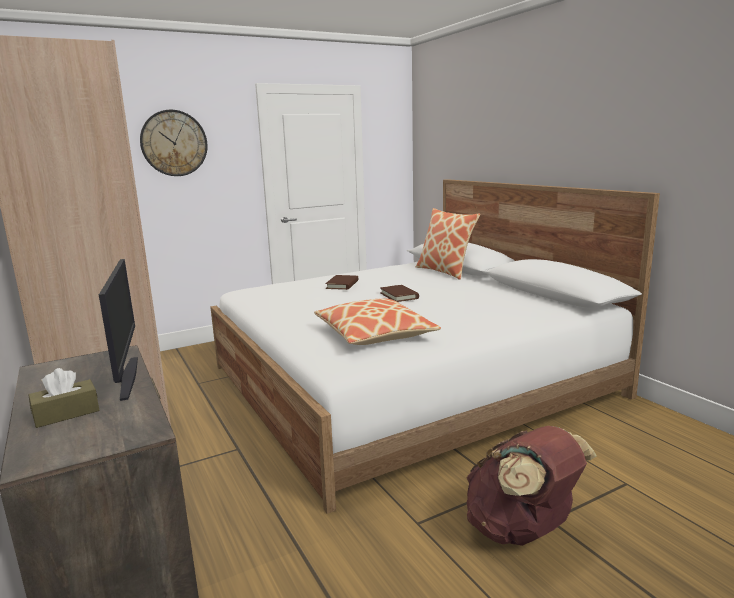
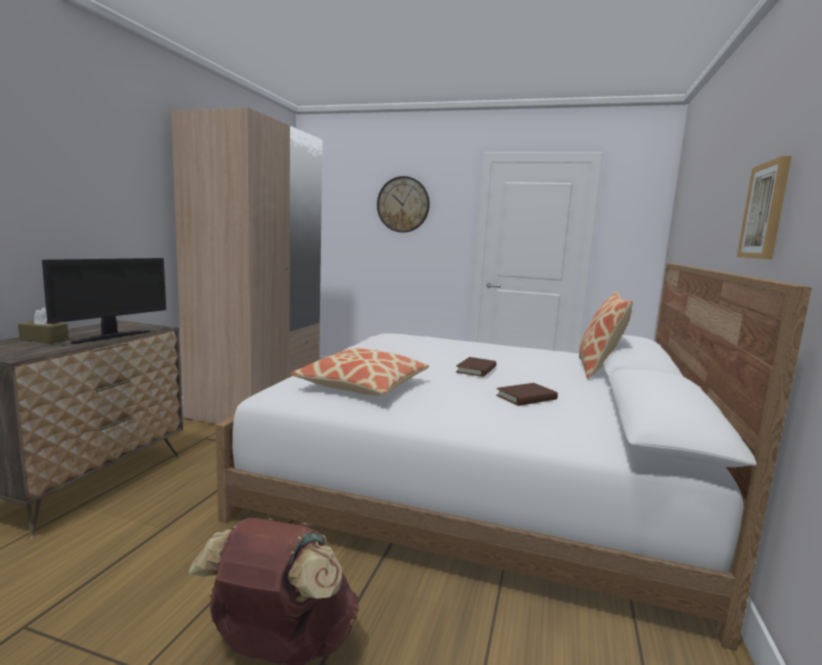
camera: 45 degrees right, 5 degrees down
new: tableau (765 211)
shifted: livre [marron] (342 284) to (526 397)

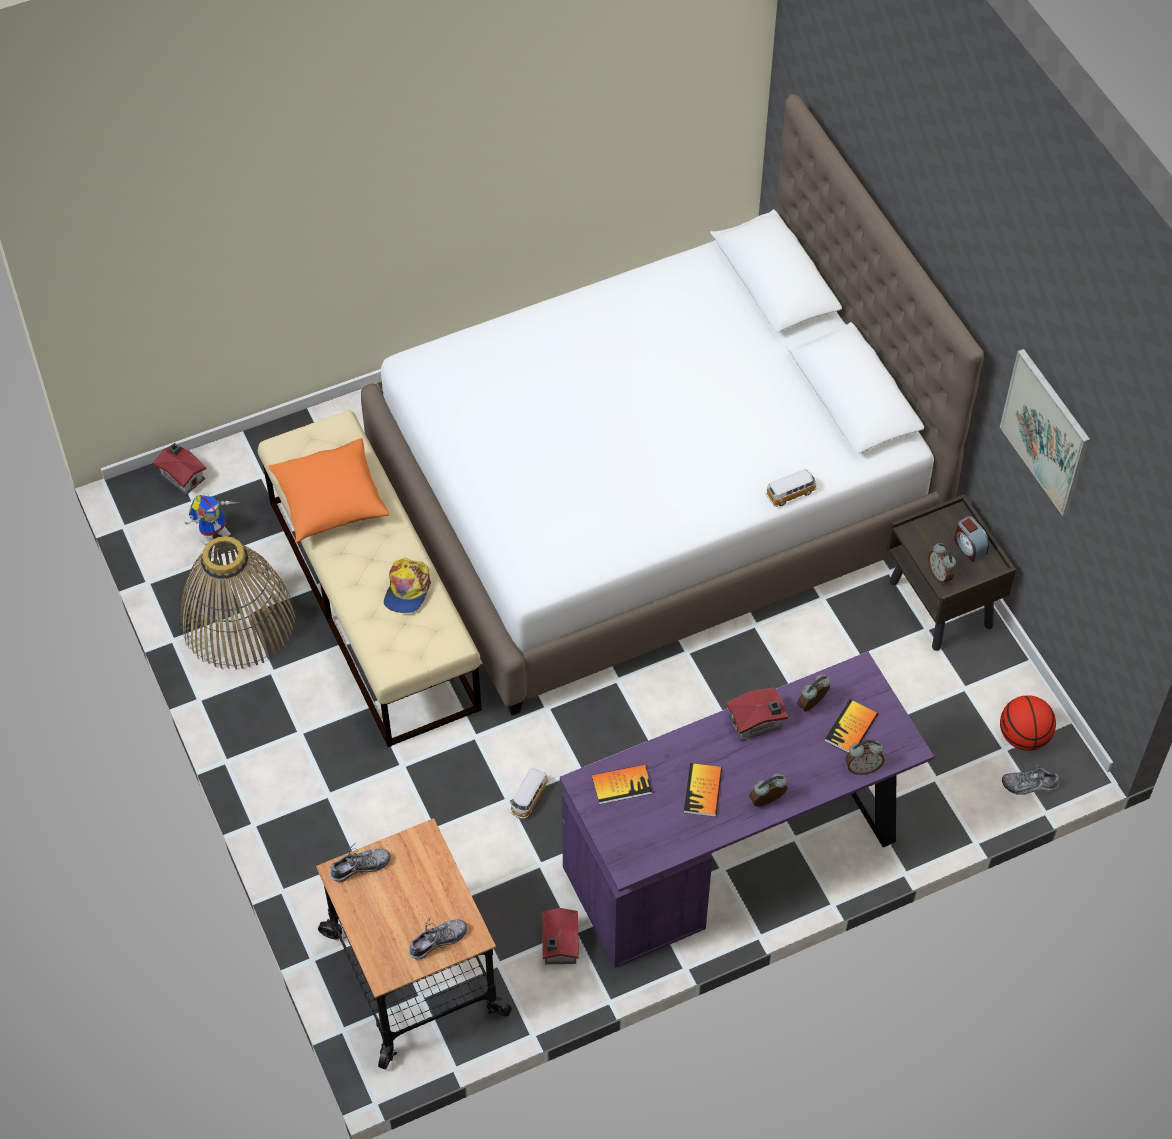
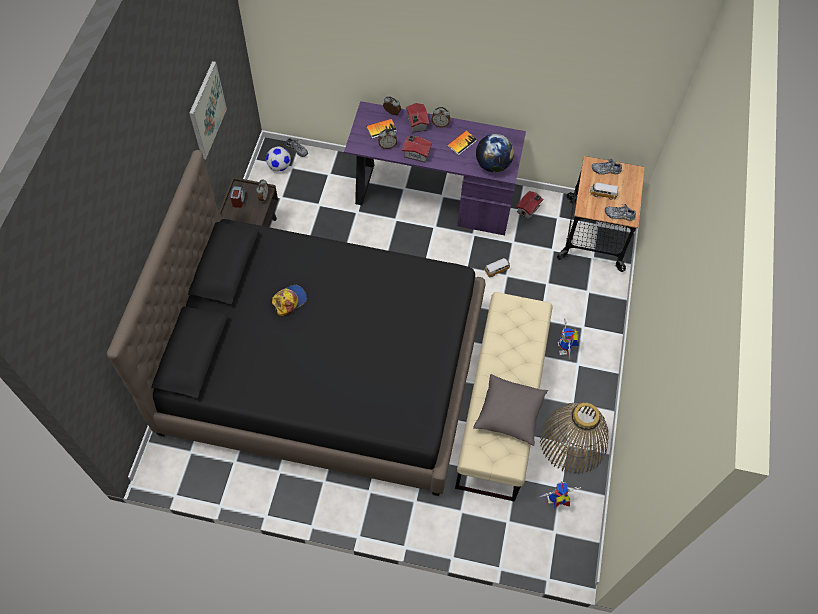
camera: 145 degrees left, 5 degrees up
new: robot jouet (565 349)
shifted: maison miniature (182 476) to (416 124); petite voiture (791 493) to (602 194); casquette (407 589) to (289 301)
swapped: ballon de basket (1023 736) to ballon de foot (279 166); livre (621 785) to globe (492 164)
repainted: lit [blanc] (653 497) to lit [noir] (324 368); coussin [orange] (330 502) to coussin [gris] (510 414)

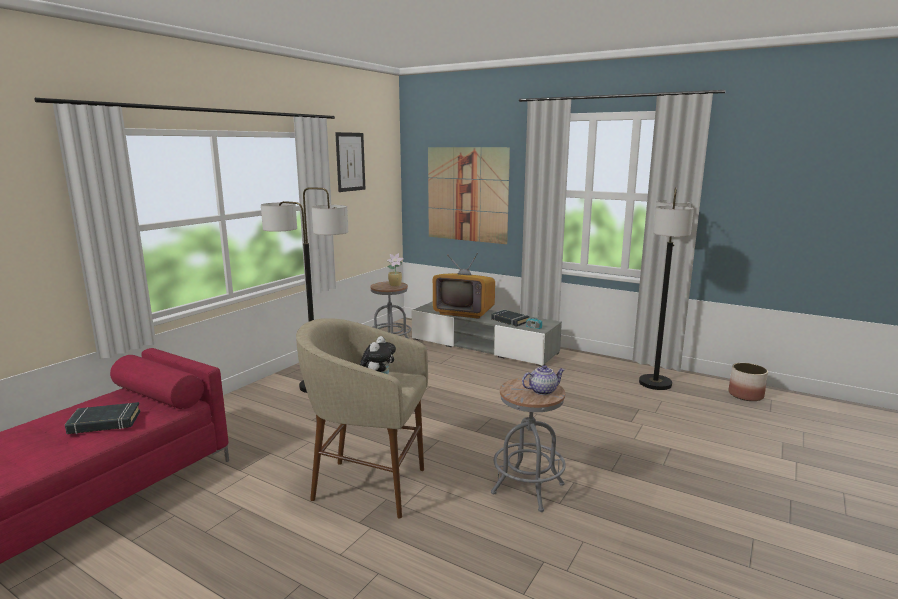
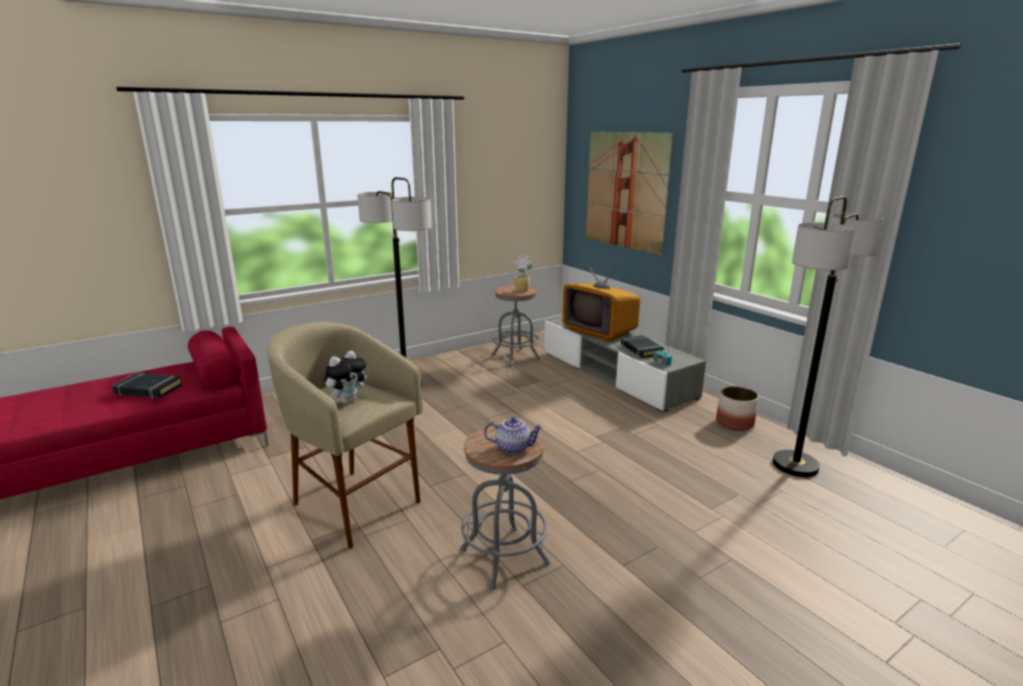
camera: 25 degrees right, 5 degrees up
gone: tableau (350 162)
shifted: cache-pot (745 395) to (734 423)

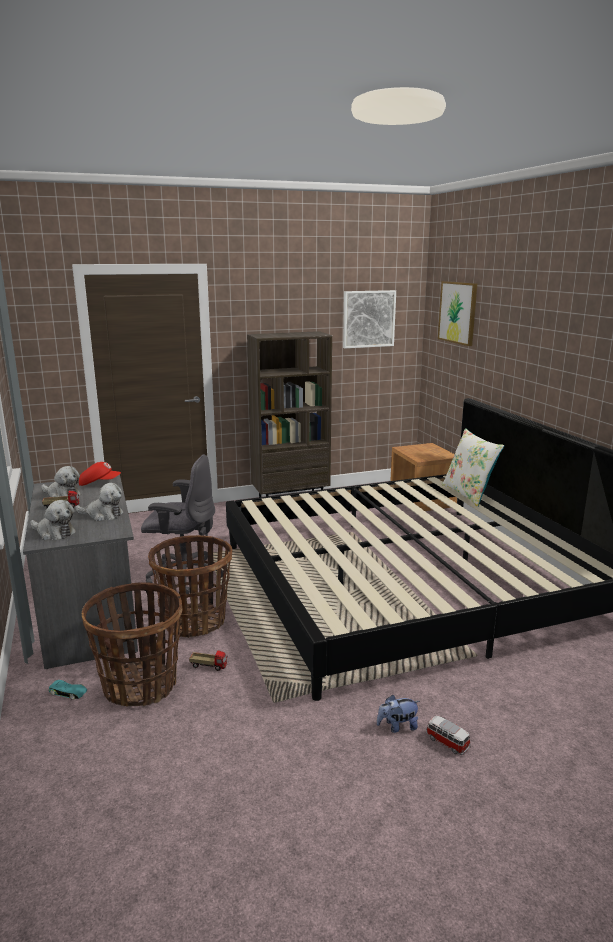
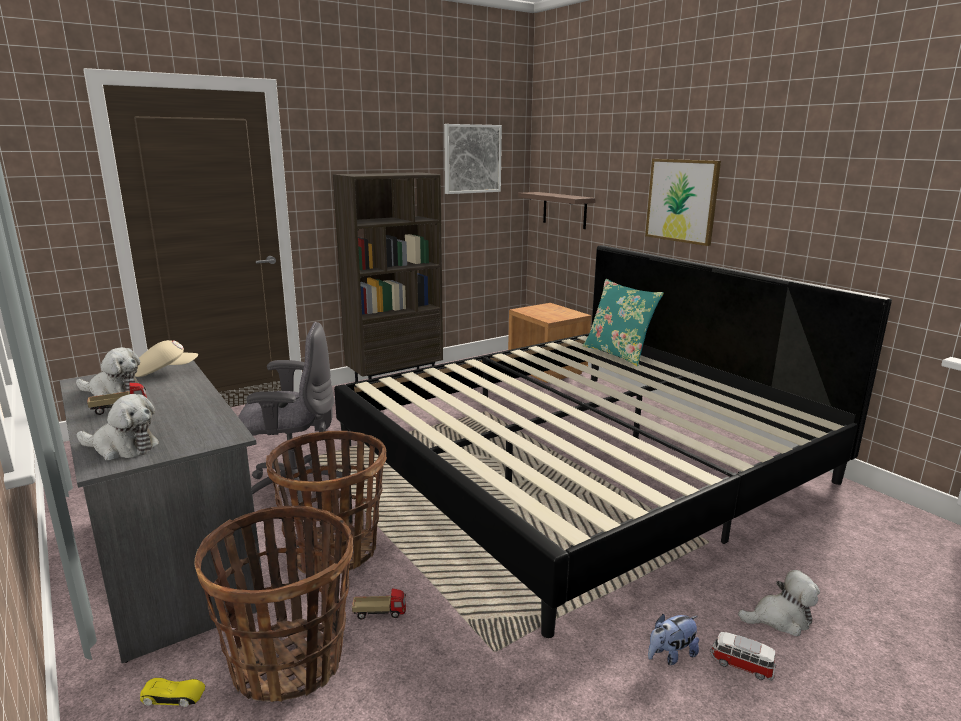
camera: 15 degrees left, 0 degrees up
new: étagère (564 210)
shifted: tableau (458 312) to (682 200); peluche (103 515) to (780 619)
repainted: coussin [blanc] (468 494) to coussin [turquoise] (618 354); casquette [rouge] (99 483) to casquette [beige] (166 372); petite voiture [turquoise] (68 692) to petite voiture [jaune] (174 696)

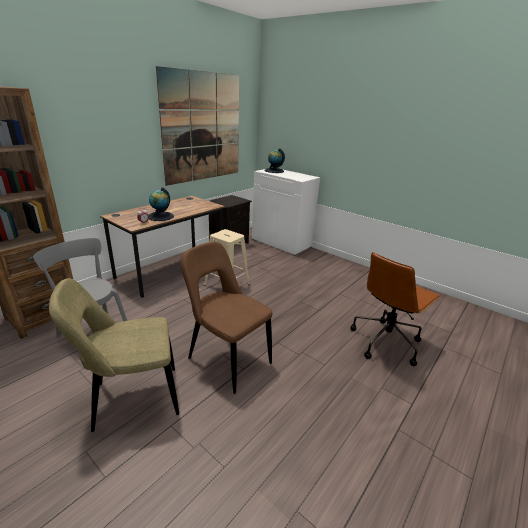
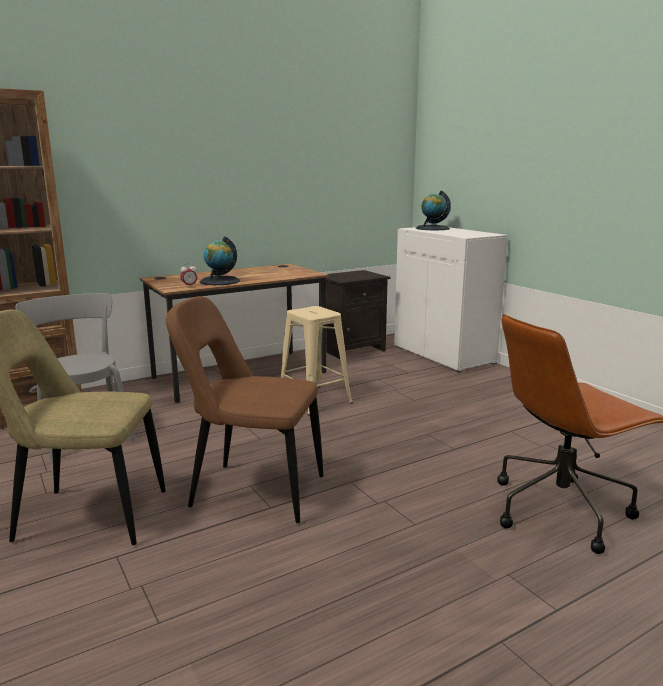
camera: 20 degrees right, 10 degrees down
gone: tableau (203 128)
rotated: chaise [marron] (226 359) = (251 491) 45 degrees counterclockwise

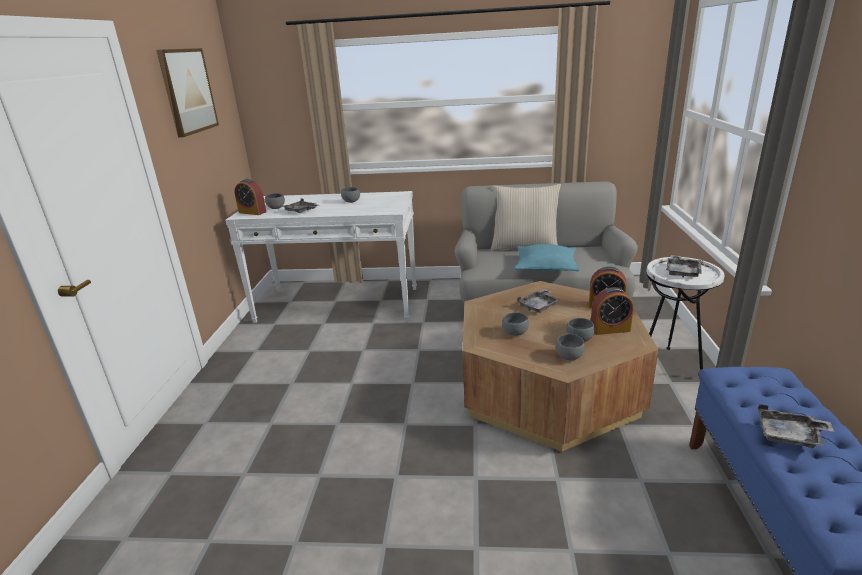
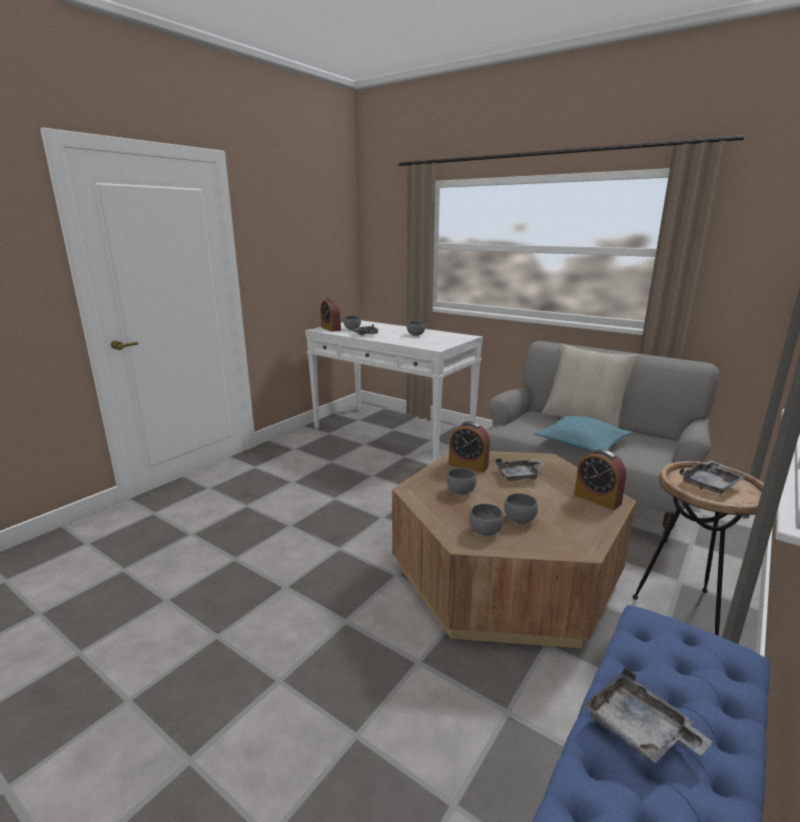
camera: 30 degrees right, 5 degrees down
gone: tableau (187 91)
shifted: réveil (610 329) to (468 465)
repainted: table d'appoint [blanc] (669 365) to table d'appoint [marron] (684 610)

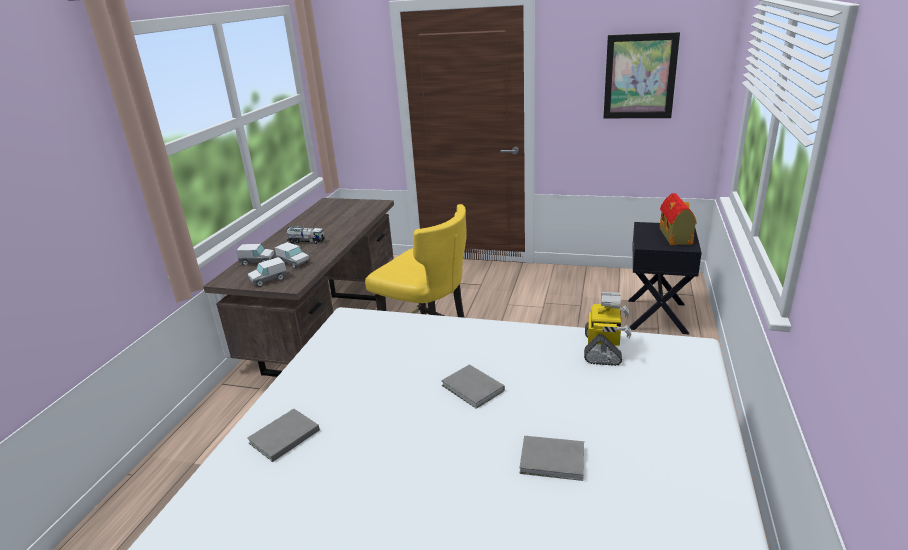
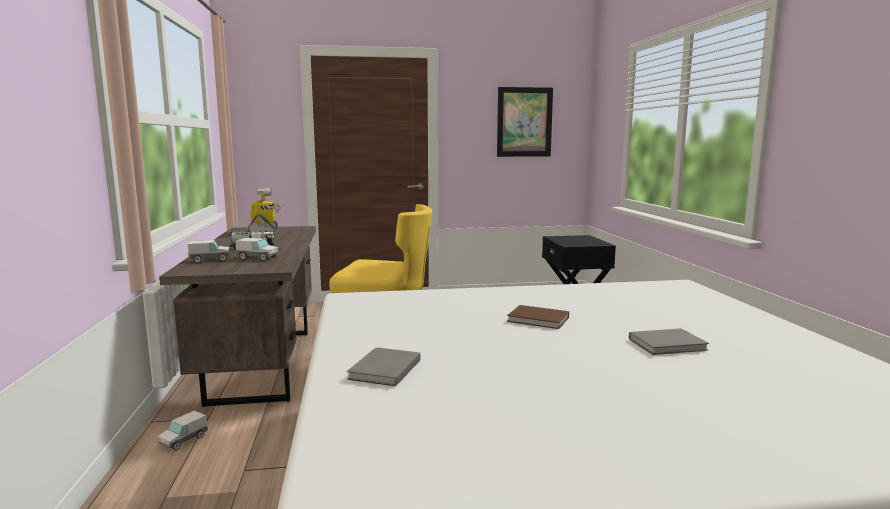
camera: 25 degrees left, 15 degrees down
gone: maison miniature (675 236)
shifted: camion jouet (268 280) to (183 440); robot jouet (603 349) to (264 231)
repainted: livre [gris] (473 389) to livre [marron] (539 320)

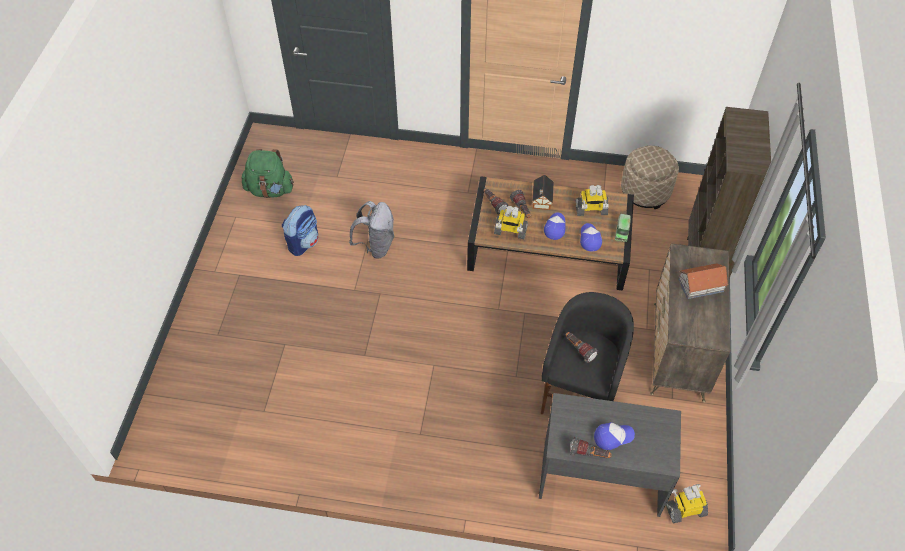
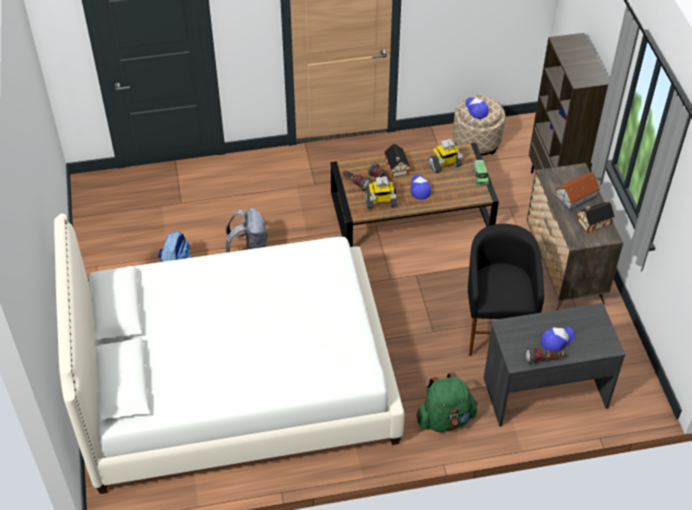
camera: 20 degrees left, 5 degrees down
gone: lampe de poche (579 350); robot jouet (685 509)
new: maison miniature (592 222); lit [blanc] (235 381)
shifted: sac à dos [vert] (270 190) to (445 419); casquette (589 239) to (476 109)

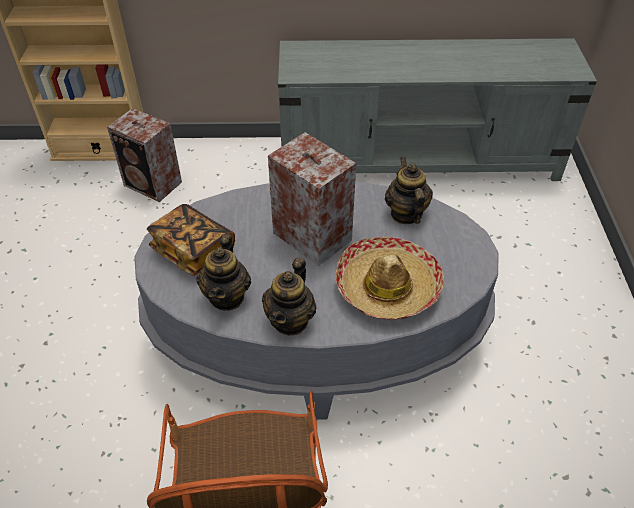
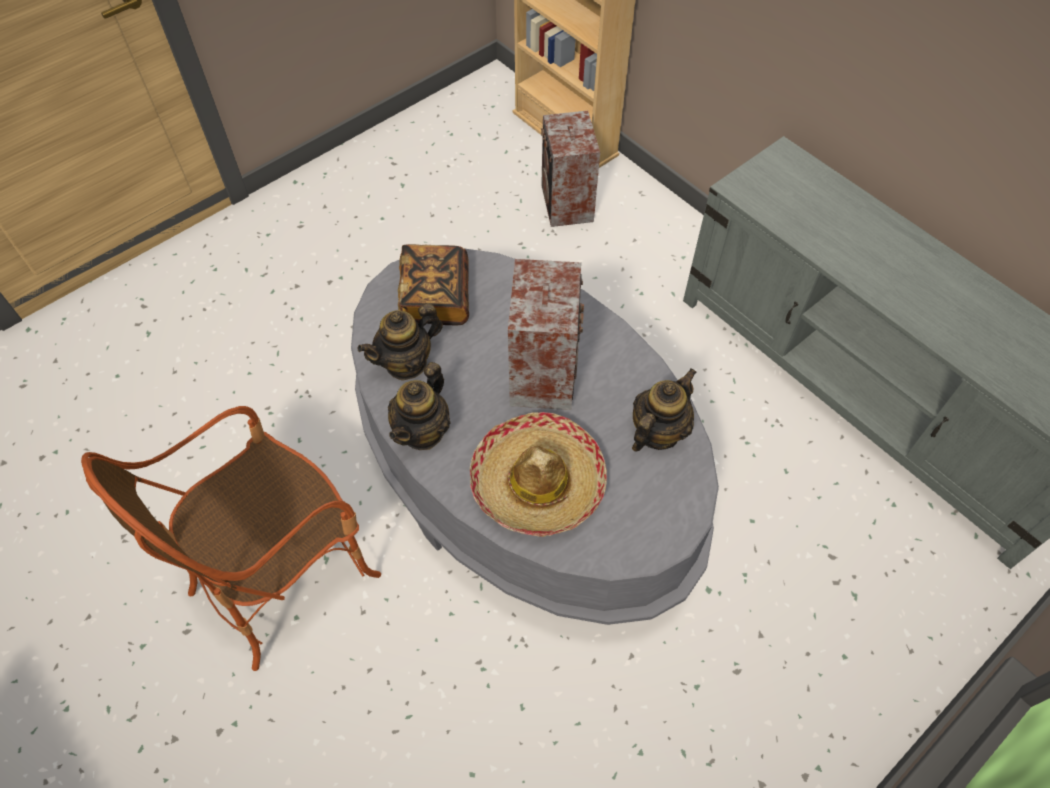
camera: 50 degrees right, 10 degrees up
rotated: théière (290 320) = (423 431) 45 degrees counterclockwise

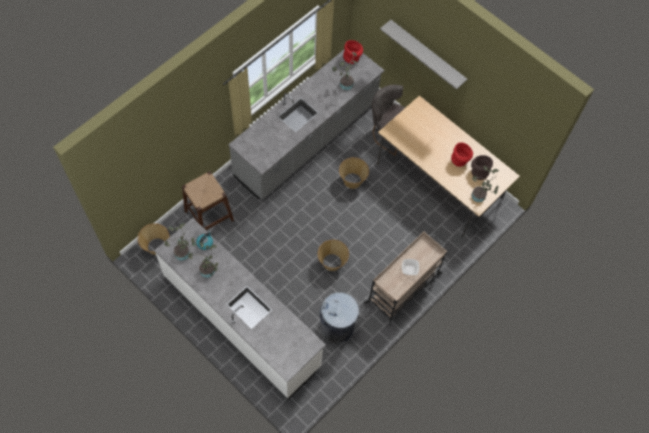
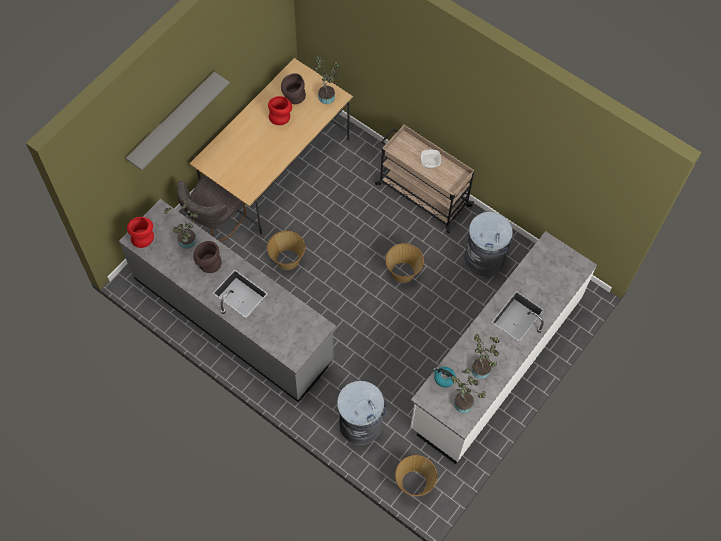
camera: 95 degrees left, 0 degrees up
new: vase [marron] (208 263)
swapped: tabouret [marron] (209 216) to poubelle [gris] (360 424)

